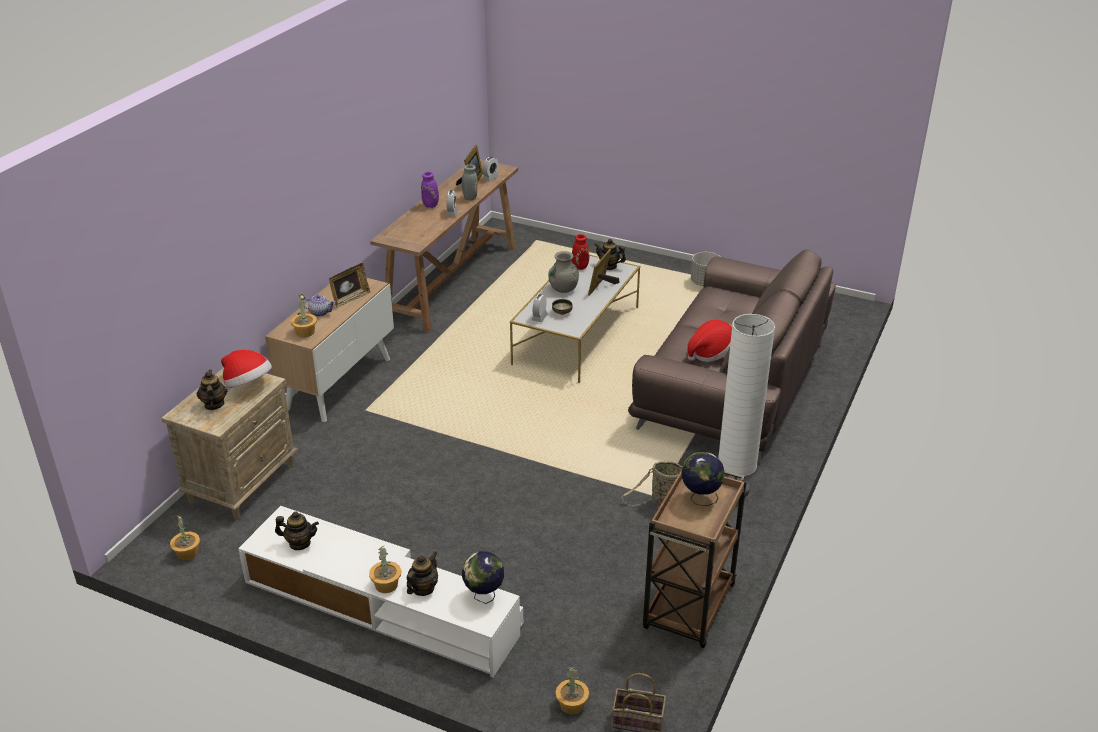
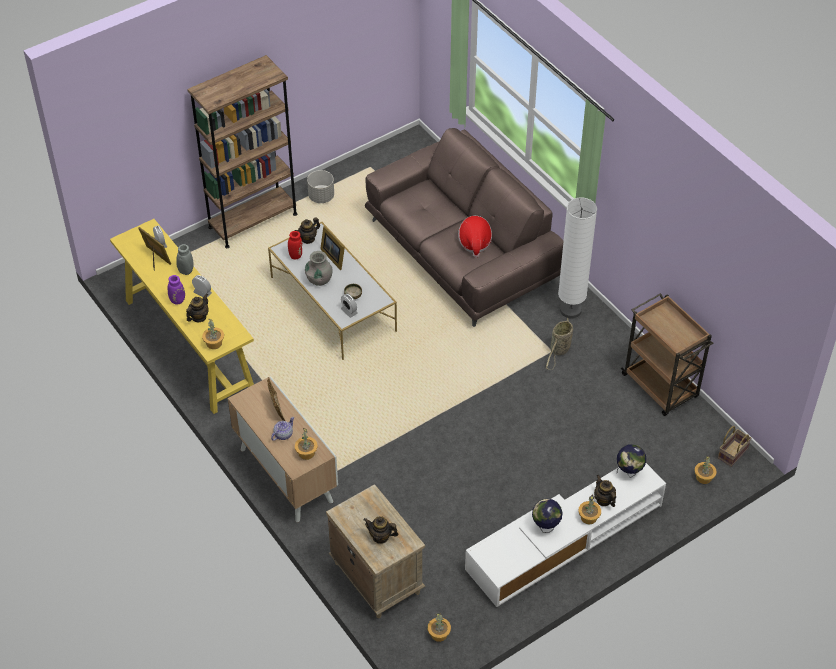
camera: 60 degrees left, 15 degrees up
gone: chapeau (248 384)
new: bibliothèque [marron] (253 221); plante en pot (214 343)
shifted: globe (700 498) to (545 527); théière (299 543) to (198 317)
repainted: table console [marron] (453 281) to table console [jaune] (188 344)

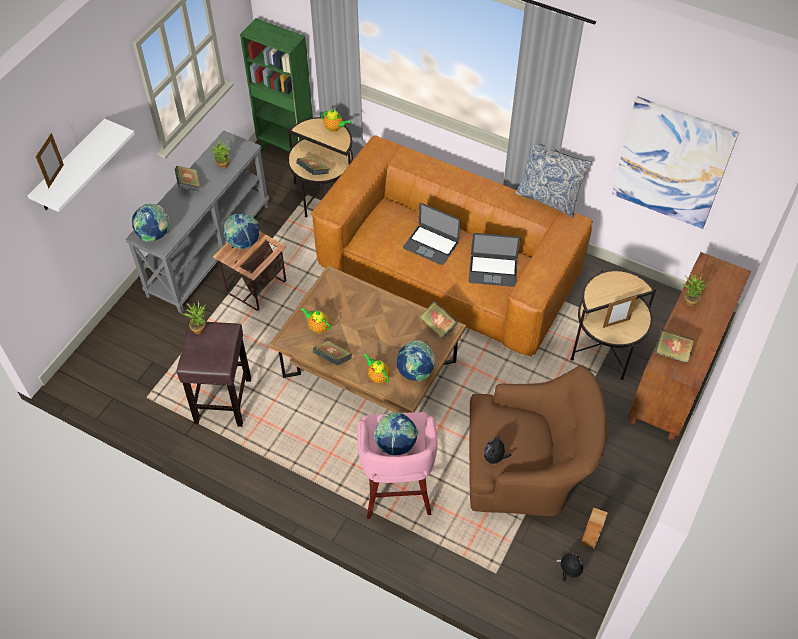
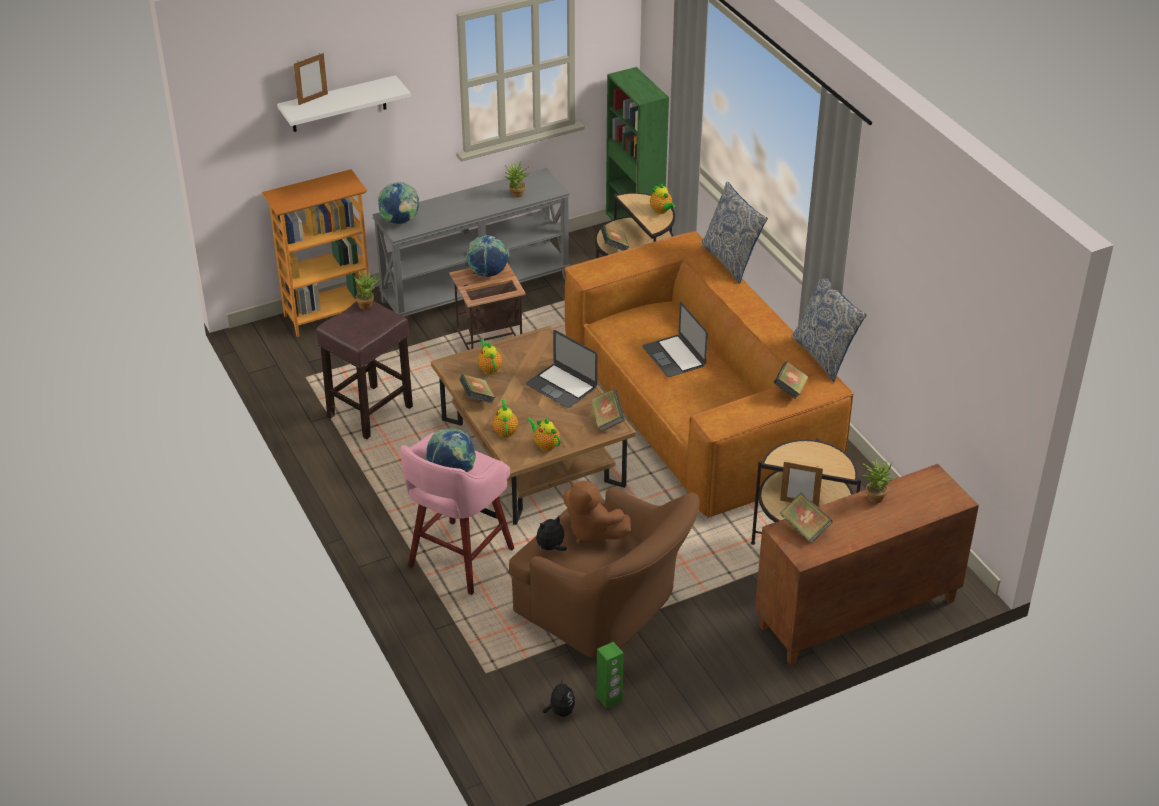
camera: 35 degrees right, 15 degrees down
gone: tableau (672 163)
new: bibliothèque (328 314); coussin (731 260); peluche [marron] (592 531)
shifted: livre (189 185) to (790 390); ordinateur portable (493 270) to (561 386)
swapped: globe (415 372) to théière (545 445)
repainted: enceinte [marron] (589 539) to enceinte [vert] (609 698)

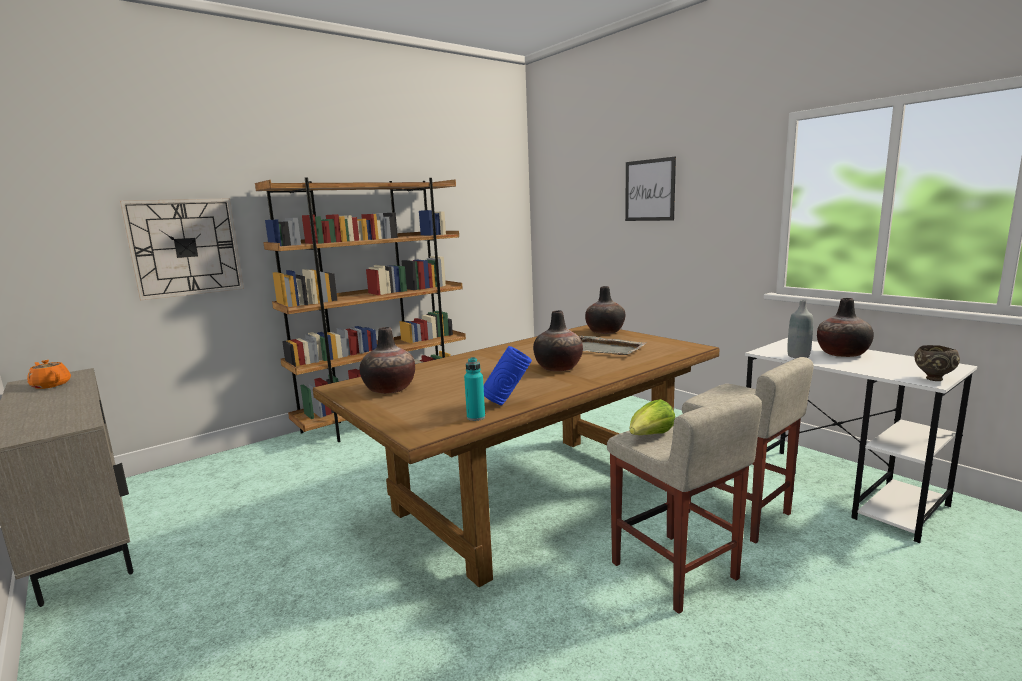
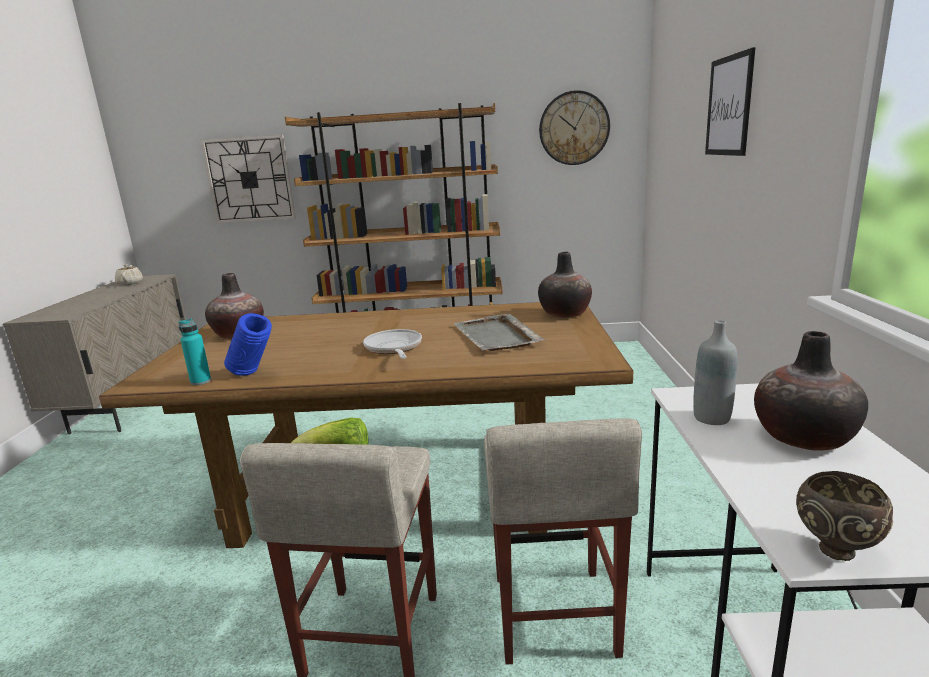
camera: 40 degrees right, 5 degrees up
new: horloge murale (574 128)
swapped: vase (558 368) to poêle (393 348)
repainted: théière [orange] (51 385) to théière [beige] (130 283)

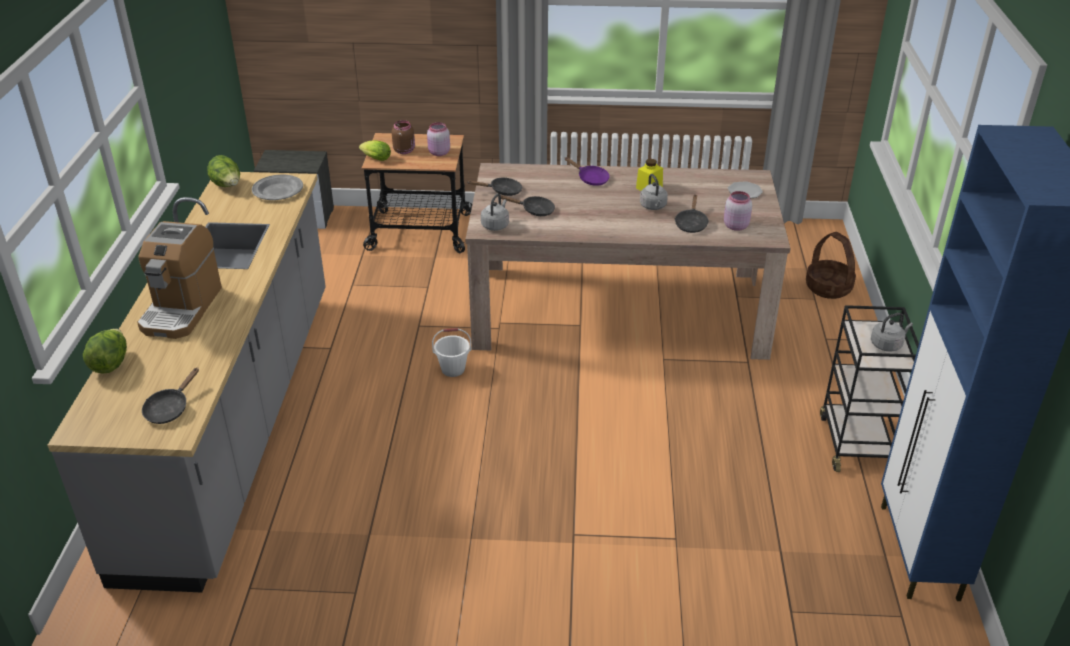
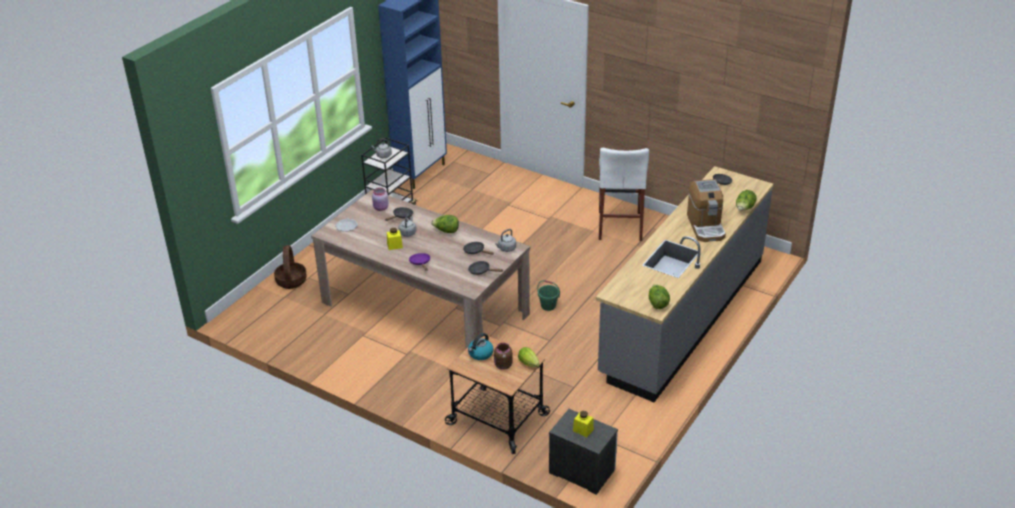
camera: 150 degrees left, 0 degrees up
gone: assiette [gris] (277 190)
new: tabouret [blanc] (619 225); laitue (446 231); bocal [jaune] (583 430)
swapped: bocal [rose] (438 153) to bouilloire (480 354)
repainted: seau [blanc] (453 369) to seau [vert] (548 306)
rotated: machine à café (181 309) = (706 226) 135 degrees clockwise

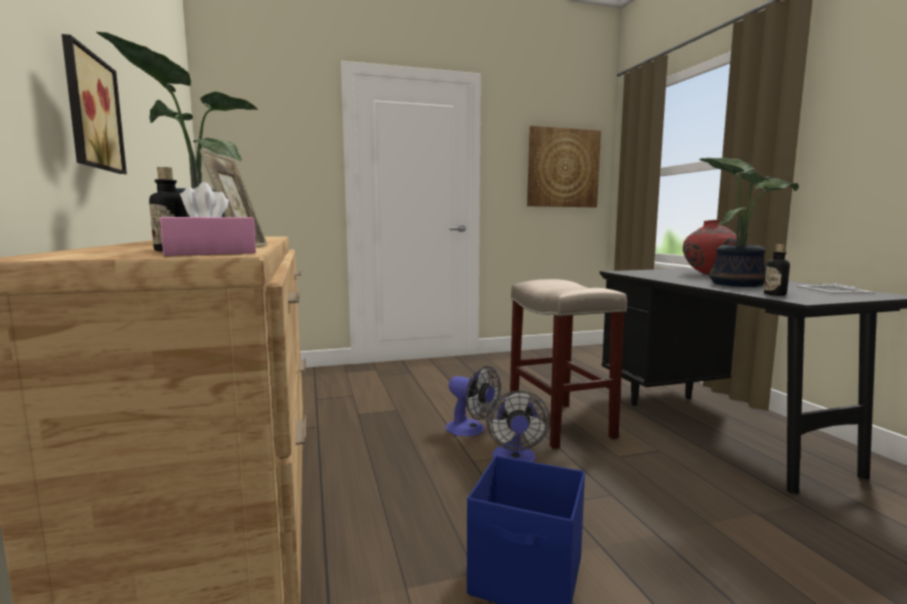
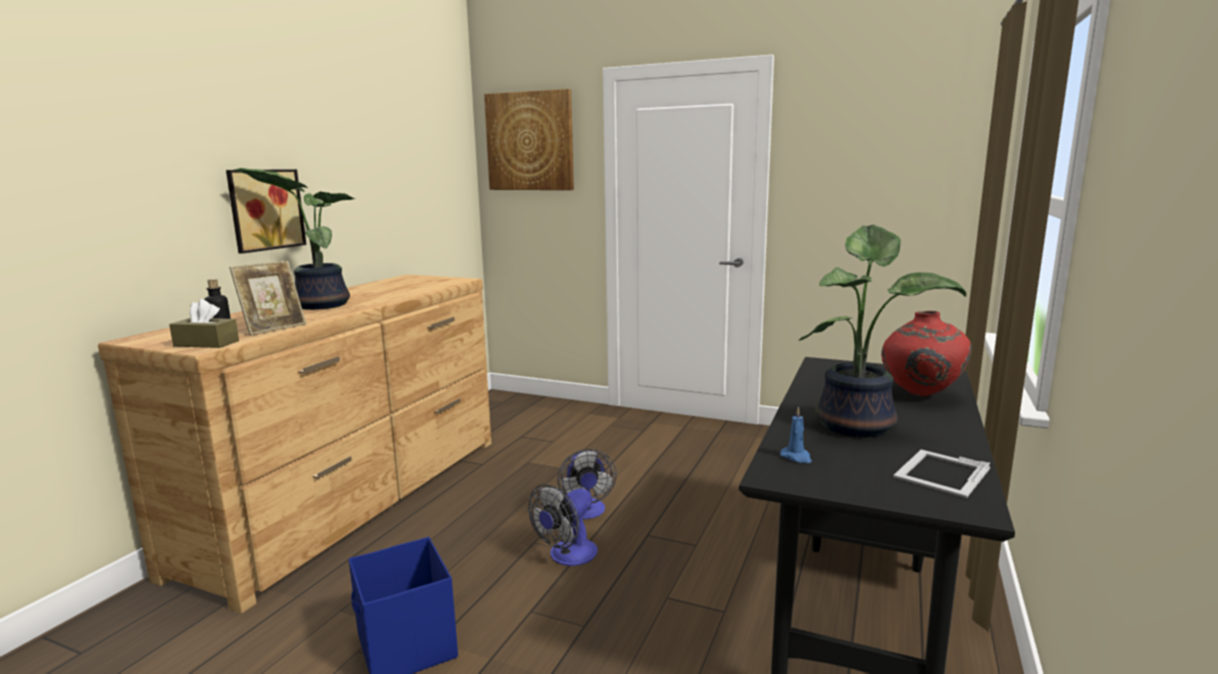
camera: 40 degrees right, 5 degrees up
gone: tabouret [beige] (558 424)
shifted: tableau (563 168) to (530 141)
swapped: bouteille (775 294) to bougie [bleu] (796 457)
repainted: boîte à mouchoirs [rose] (209 253) to boîte à mouchoirs [marron] (206 343)

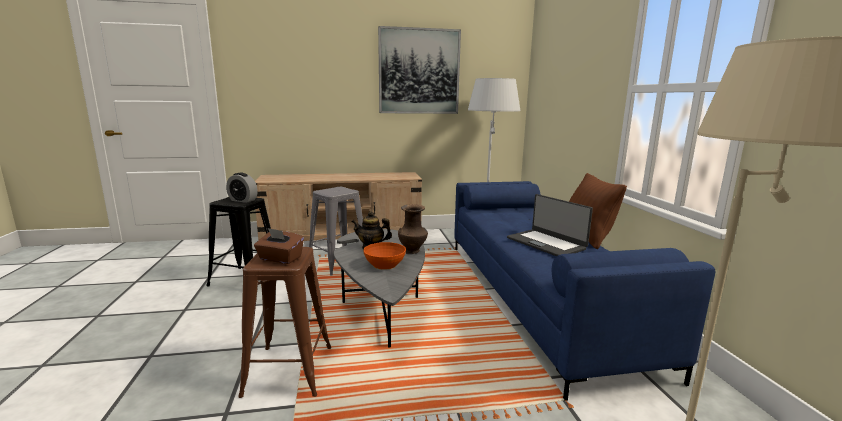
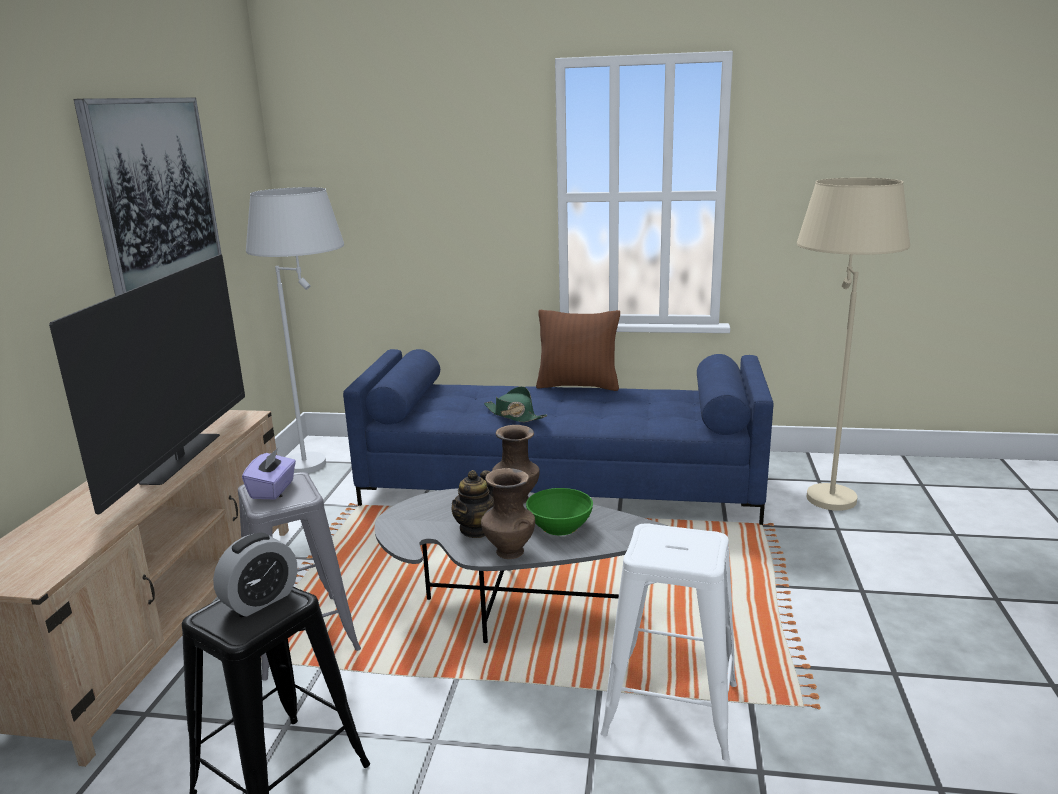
camera: 70 degrees left, 5 degrees up
gone: ordinateur portable (546 243); boîte à mouchoirs [marron] (280 259)
new: téléviseur (182 459); chapeau [vert] (514 415); boîte à mouchoirs [violet] (273 490); vase [marron] (508 551)
repainted: bol [orange] (385 264) to bol [vert] (559 525); tabouret [marron] (289 370) to tabouret [blanc] (671 709)

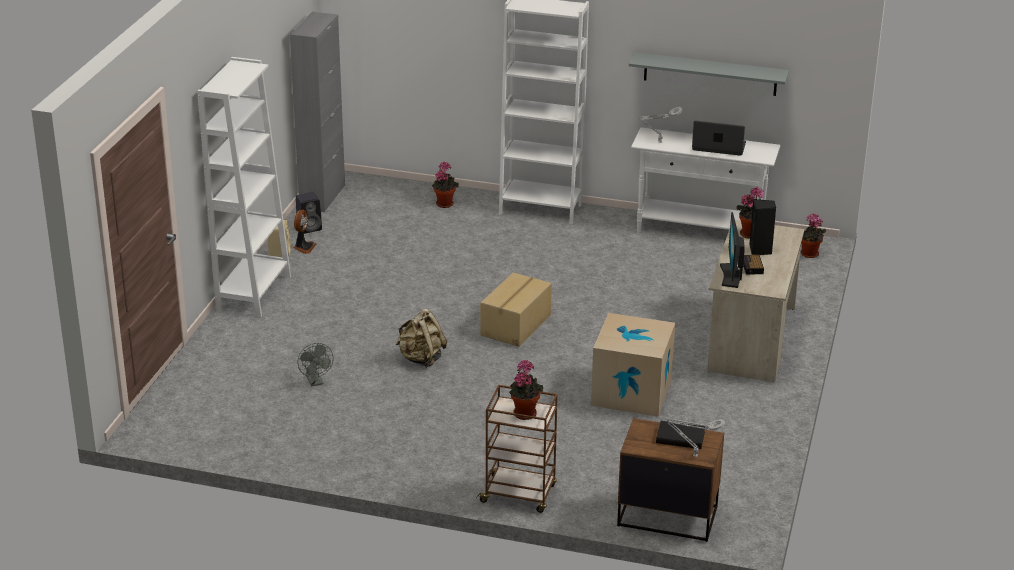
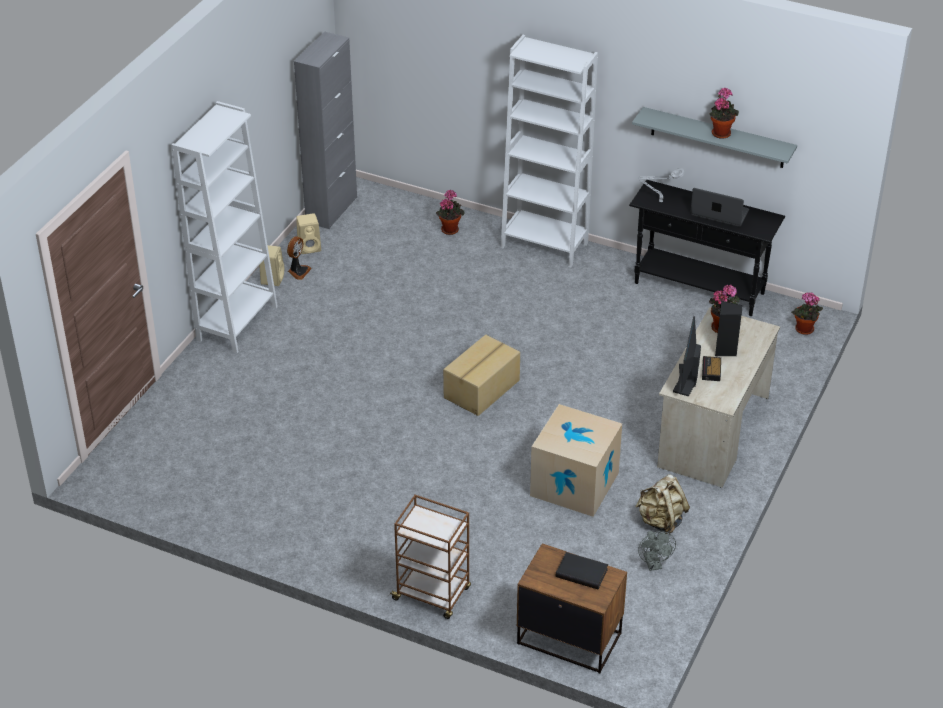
camera: 10 degrees right, 10 degrees up
gone: lampe de table [gris] (693 455)
shifted: sac à dos [beige] (421 359) to (661 521); ventilateur [gris] (315 382) to (654 565); plante en pot (524 412) to (721 132)
repainted: table console [blanc] (700 231) to table console [noir] (699 288); enceinte [noir] (310 227) to enceinte [beige] (310 247)

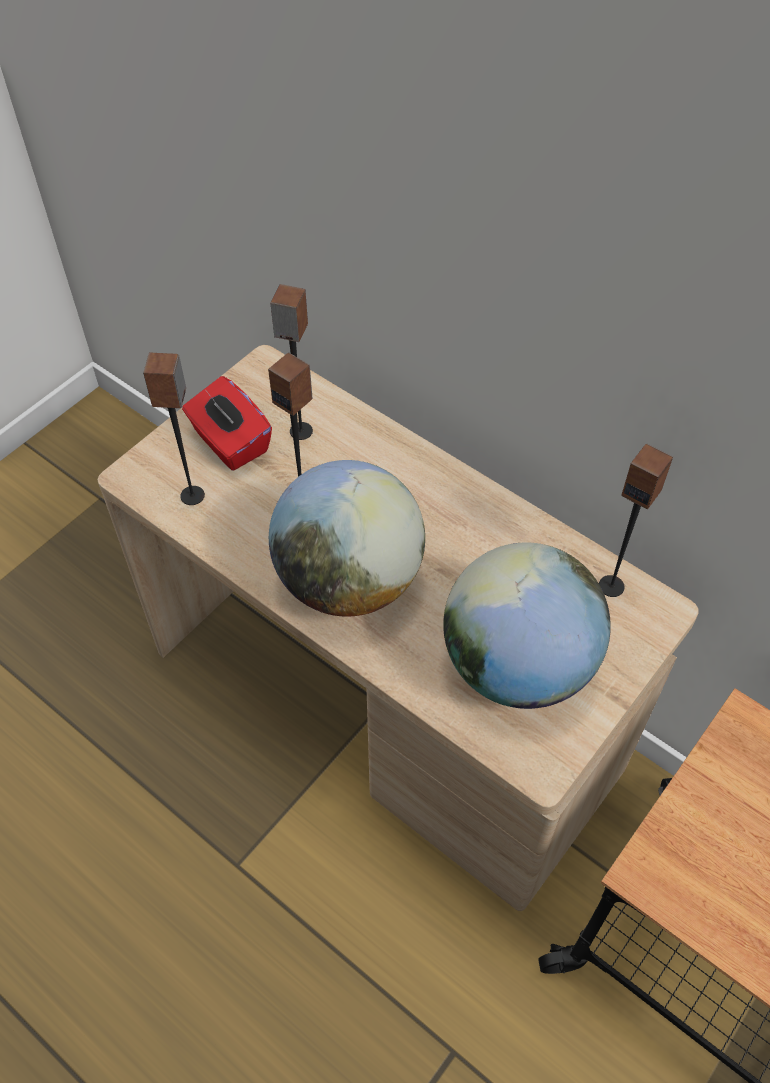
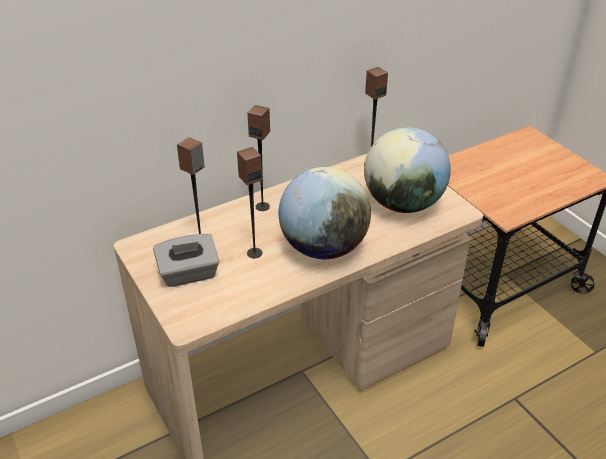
camera: 70 degrees left, 15 degrees down
shifted: enceinte (193 495) to (262 206)
repainted: boîte à mouchoirs [rouge] (230 442) to boîte à mouchoirs [gris] (189 274)

